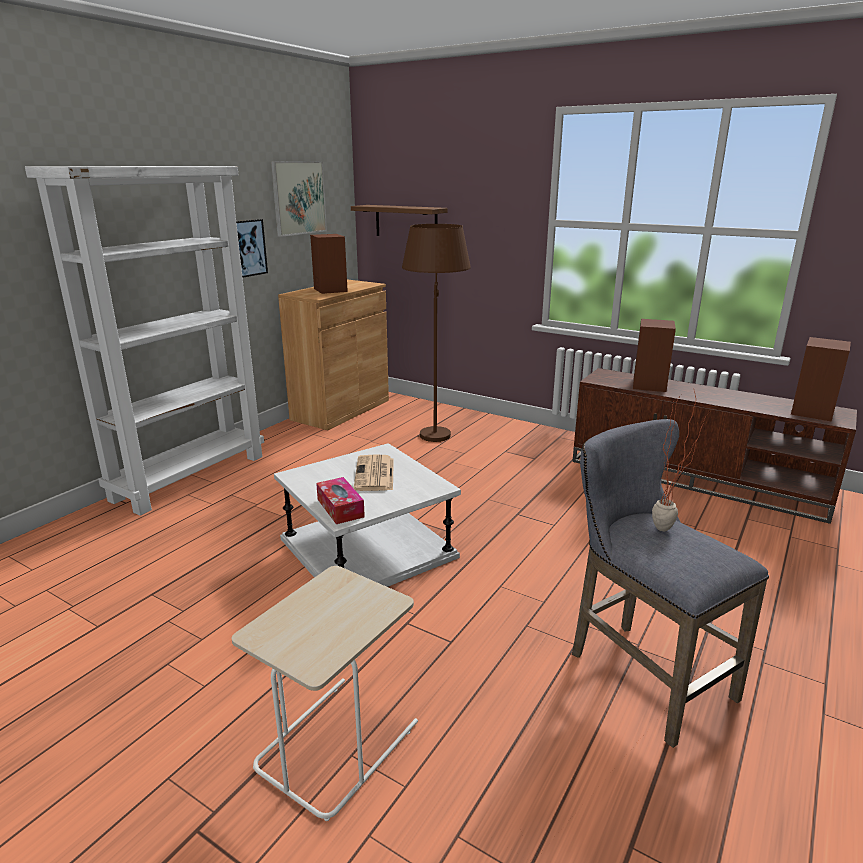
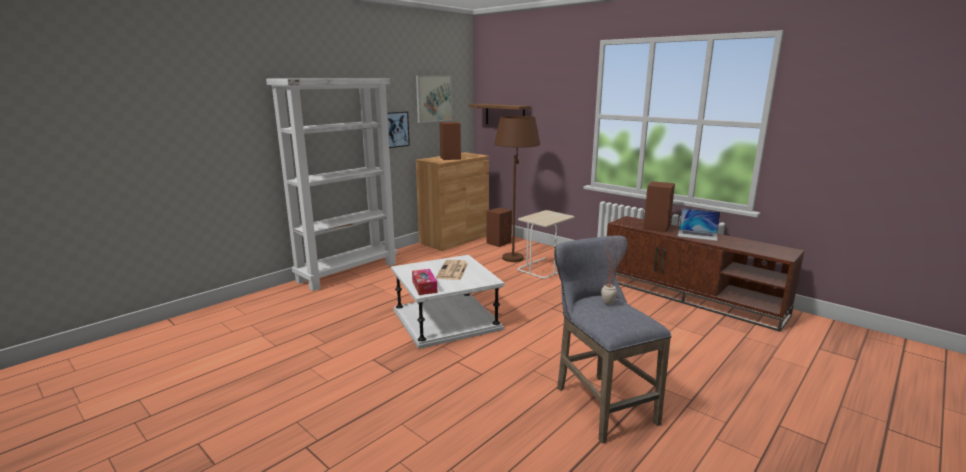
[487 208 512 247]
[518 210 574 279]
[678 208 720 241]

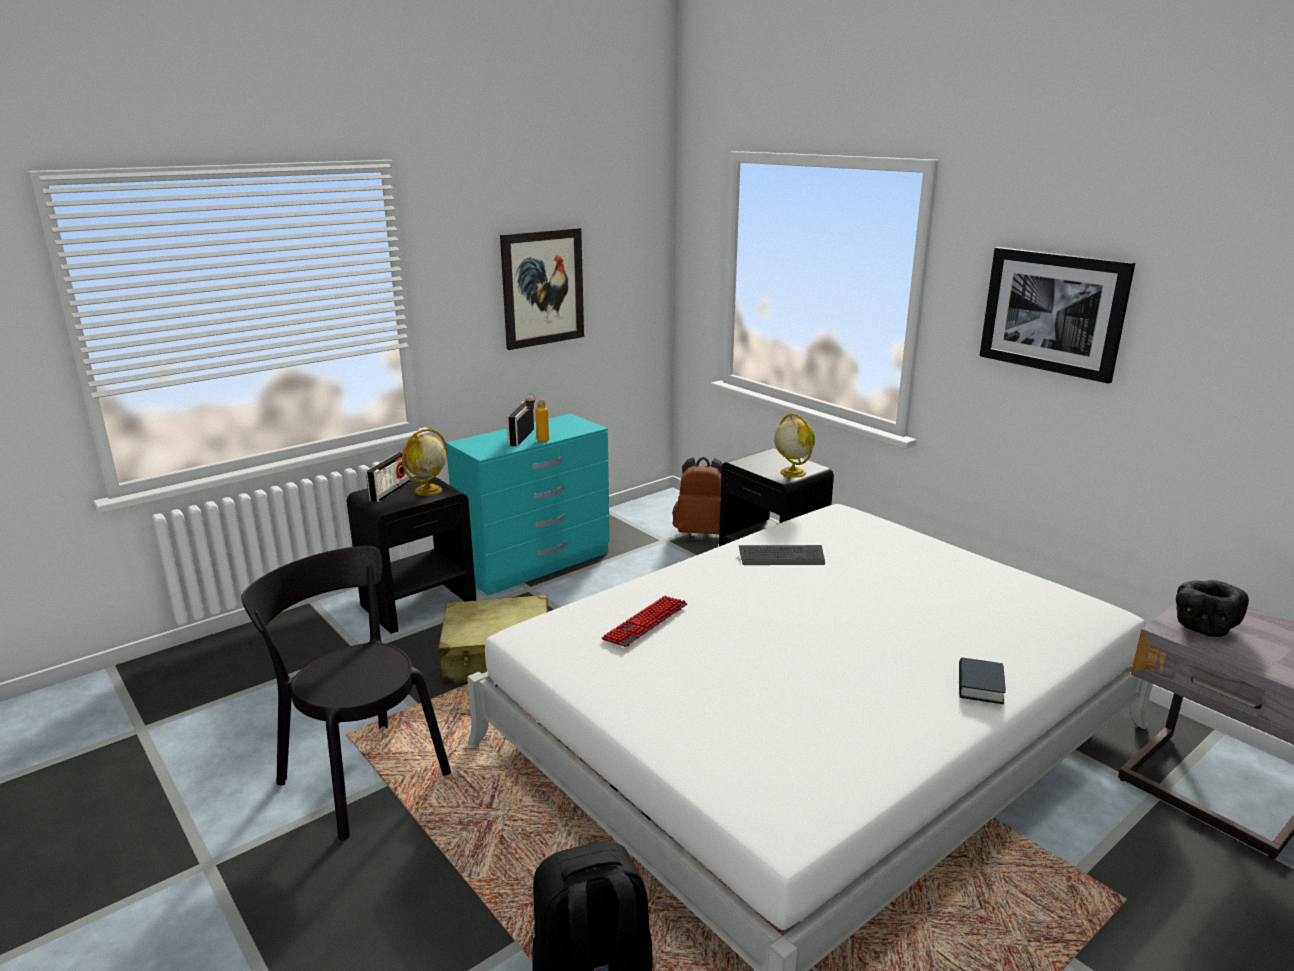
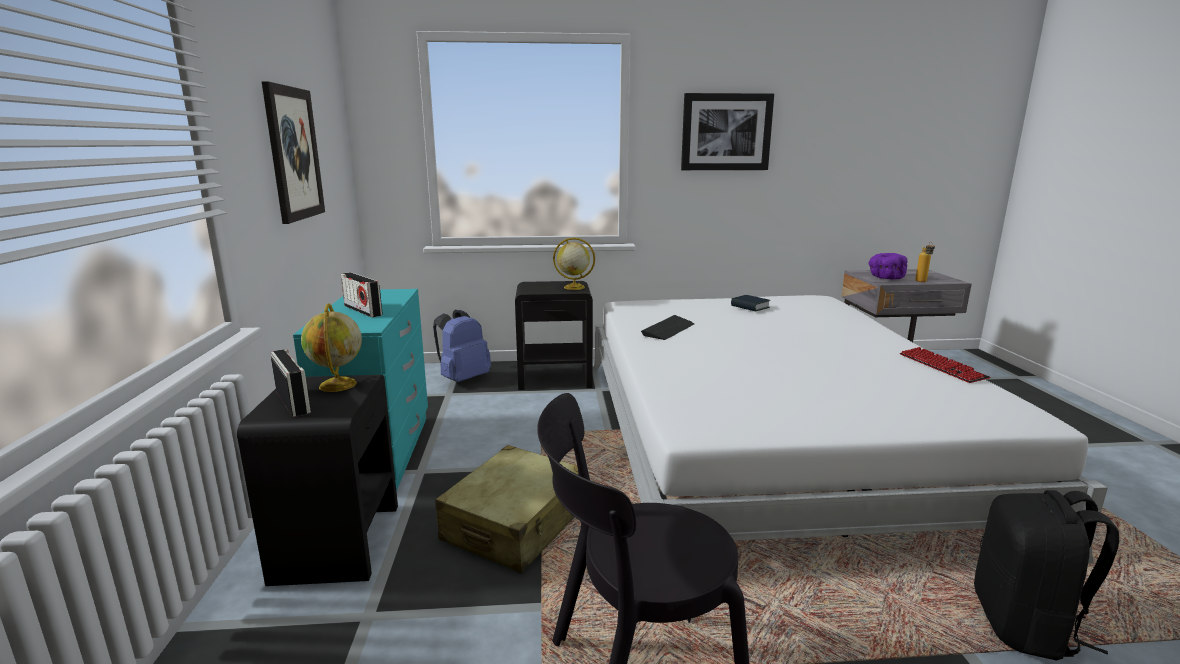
[433 310 491 382]
[731 295 770 312]
[869 253 908 279]
[900 347 990 383]
[915 241 935 282]

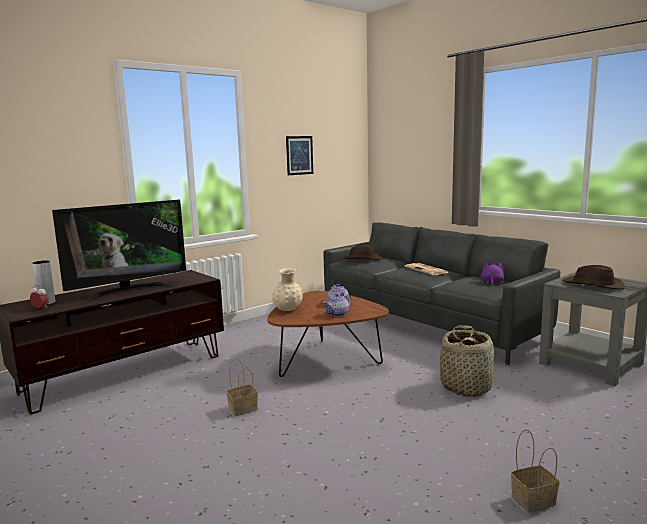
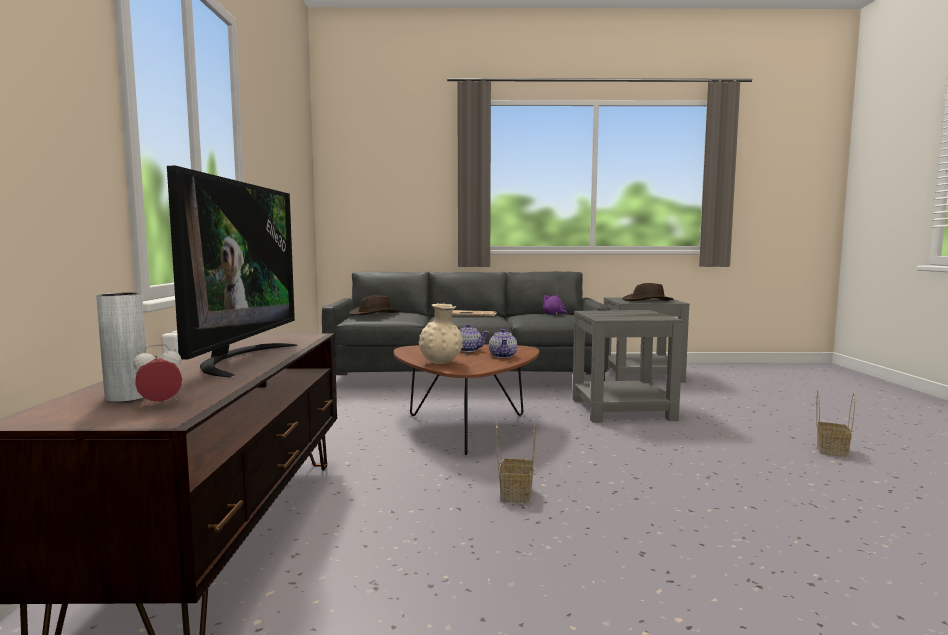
[572 310 684 423]
[286 136 313 175] (first image)

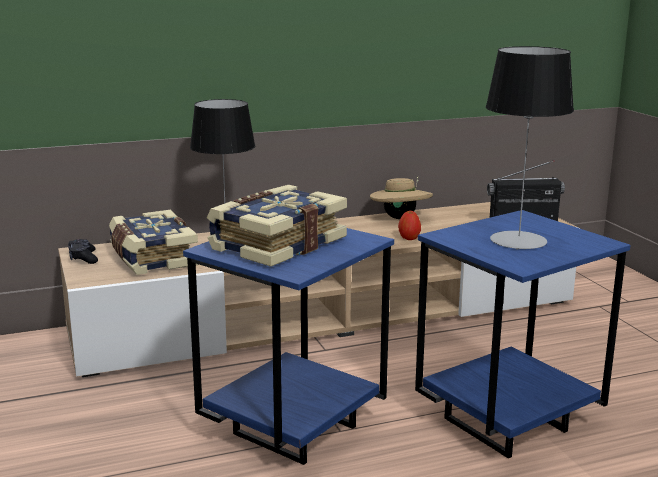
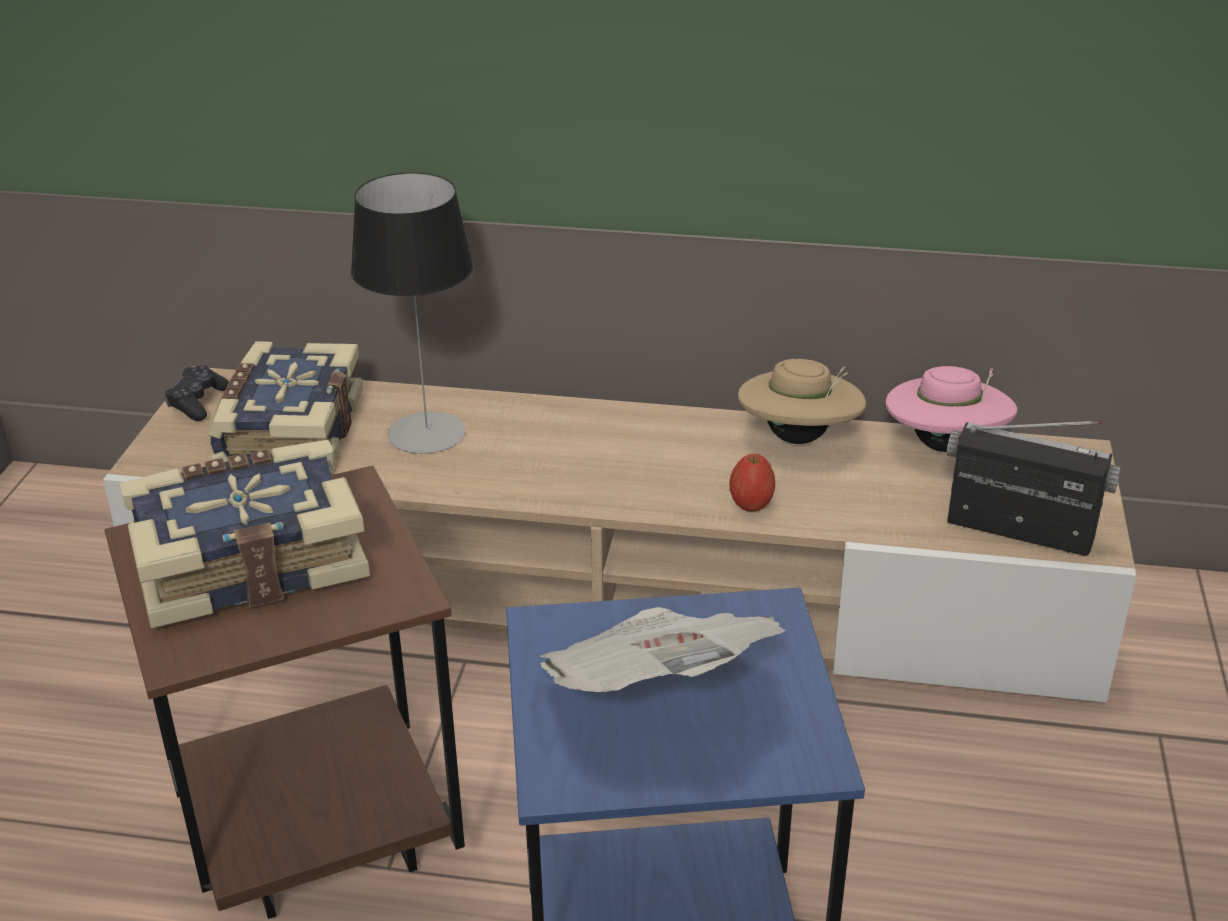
[104 466 465 919]
[540 607 785 692]
[886 366 1017 452]

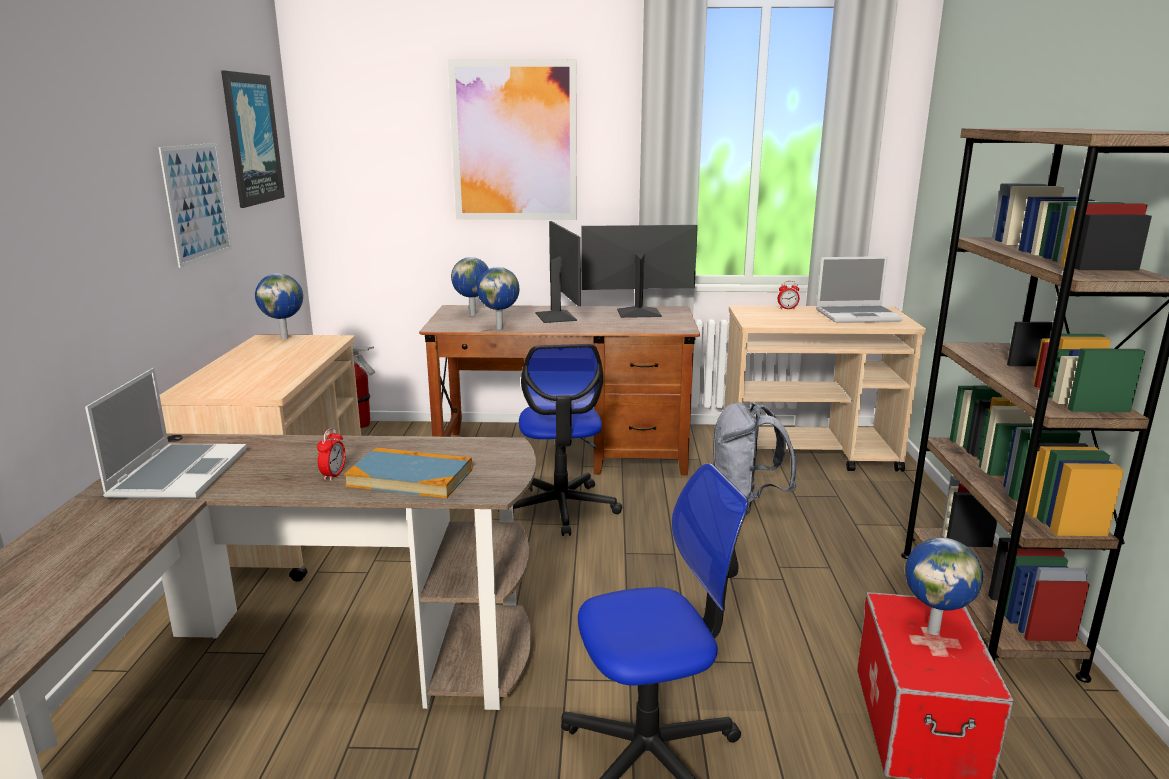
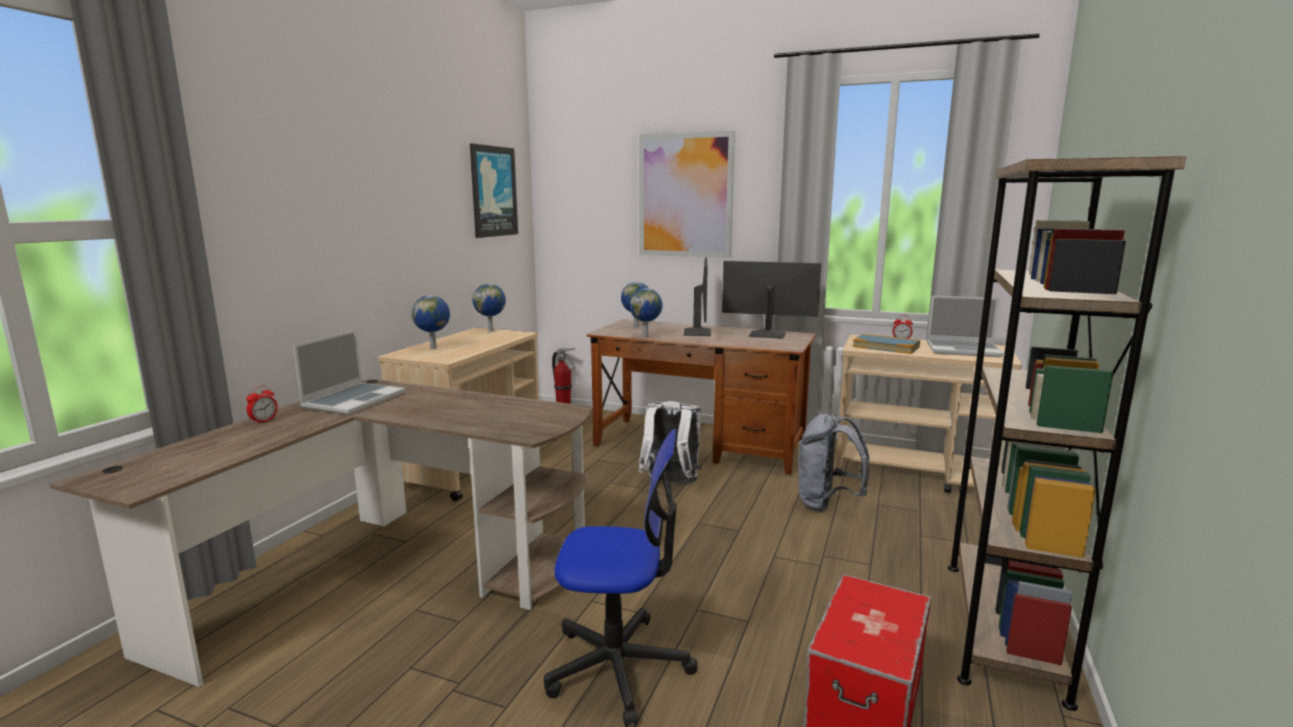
[246 385 278 425]
[412 295 450 349]
[638 401 701 484]
[853 334 920 354]
[158 143 232 268] (first image)

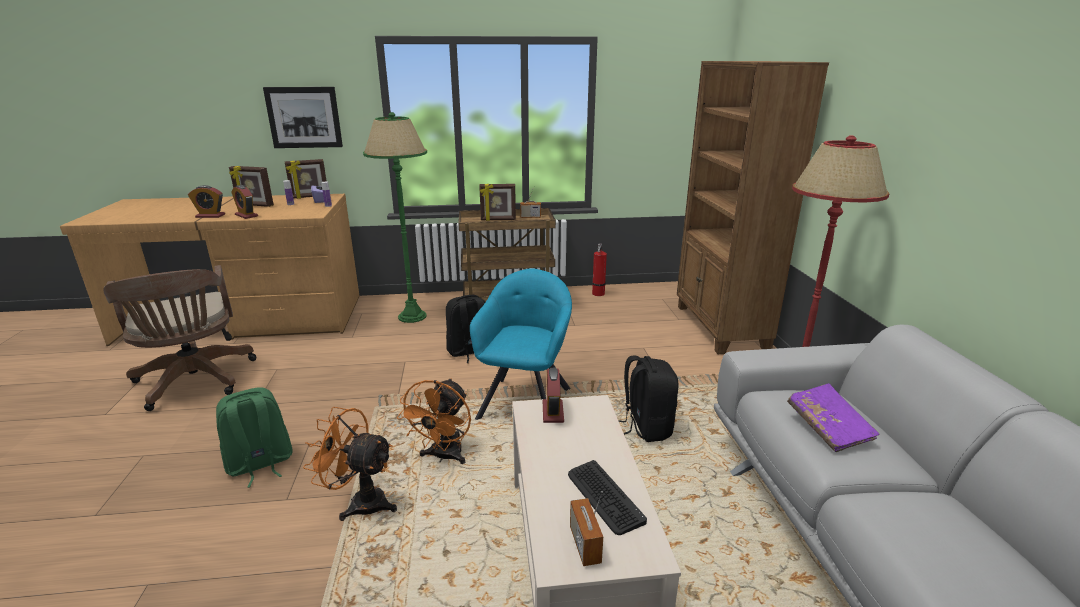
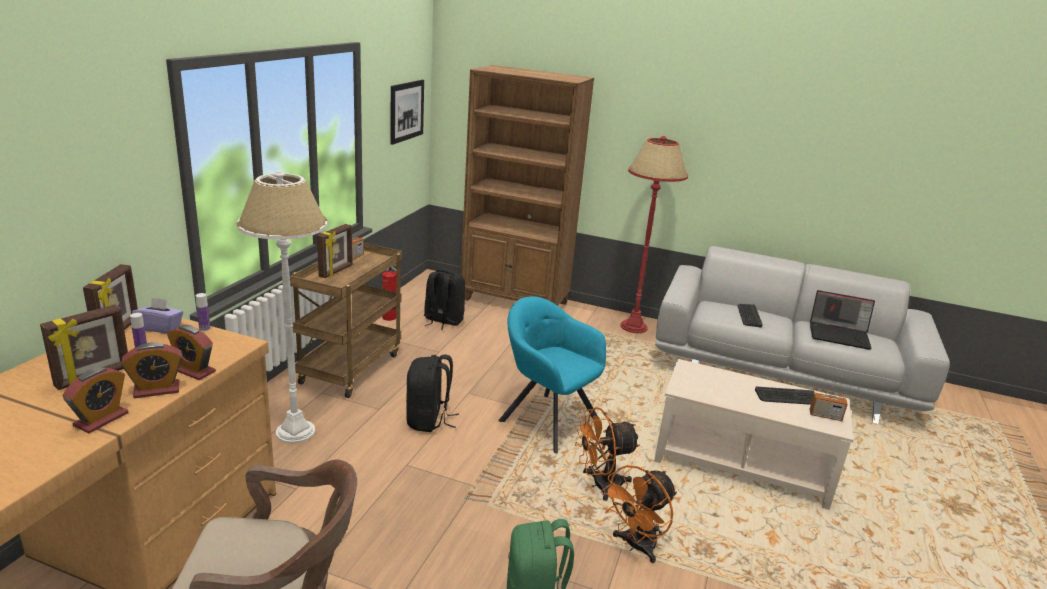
[167 325 216 380]
[237 171 328 444]
[391 80 424 145]
[424 270 465 330]
[574 407 640 501]
[738 304 763 328]
[810 290 875 350]

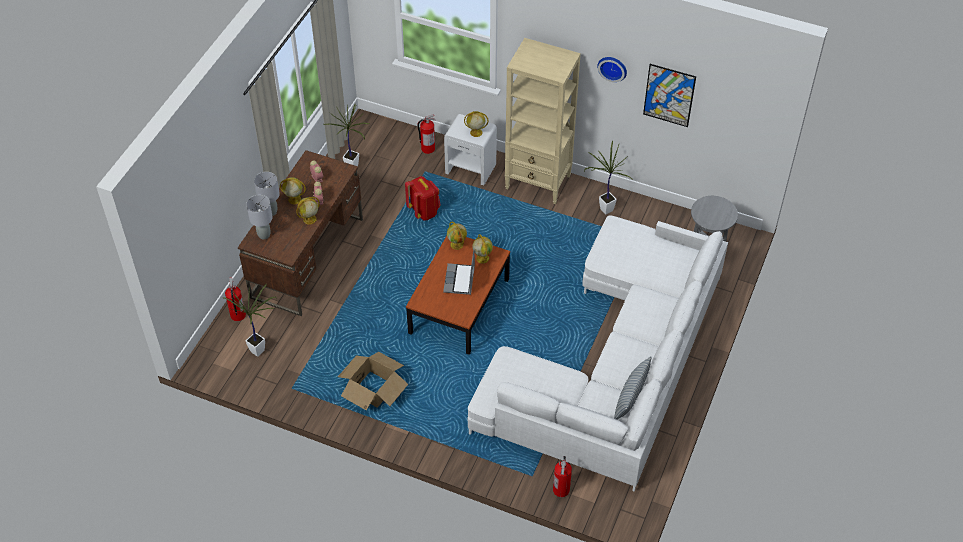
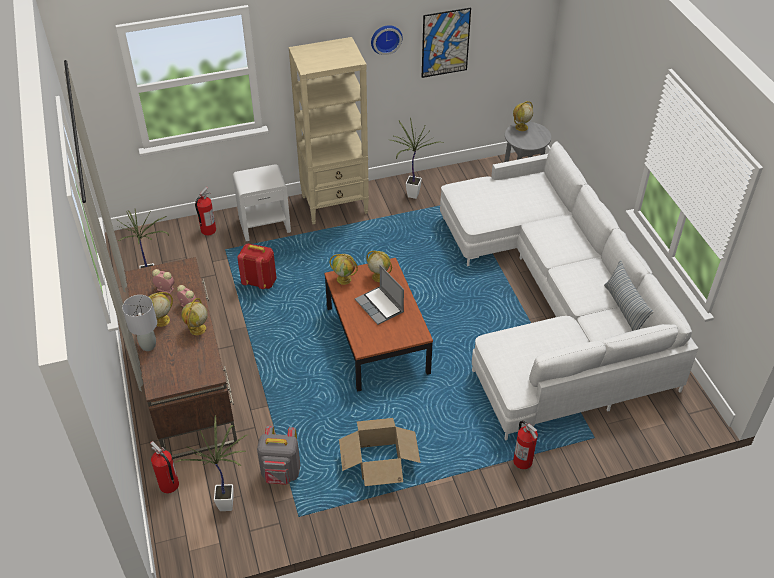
[257 426 300 485]
[513 101 533 131]
[513 420 538 469]
[246 195 273 239] (first image)

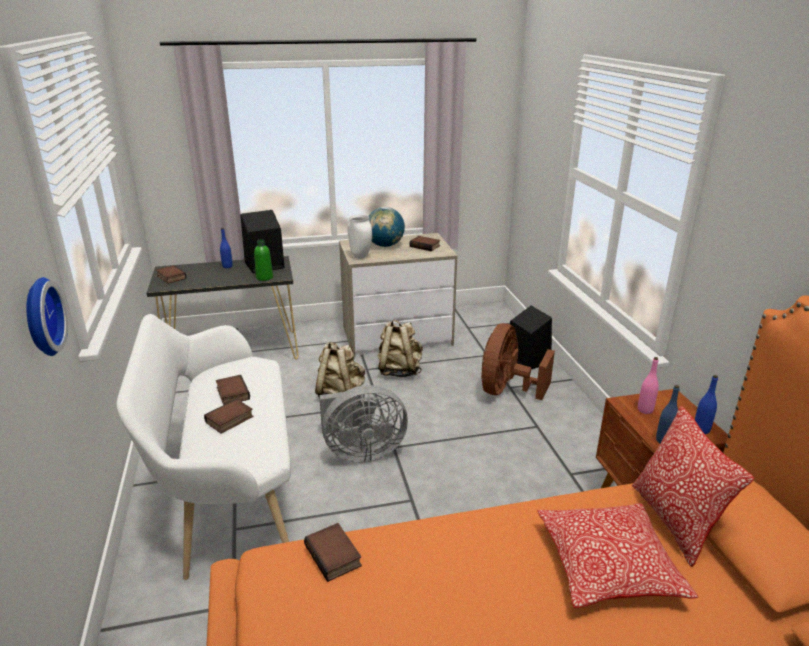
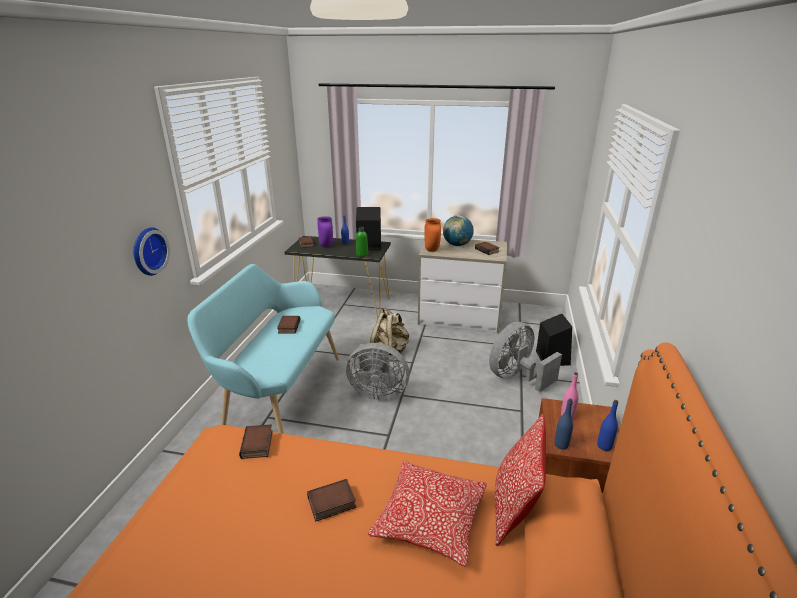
[187 264 339 434]
[307 479 356 522]
[317 216 333 247]
[424 218 441 252]
[489 322 562 392]
[378 319 423 377] (first image)

